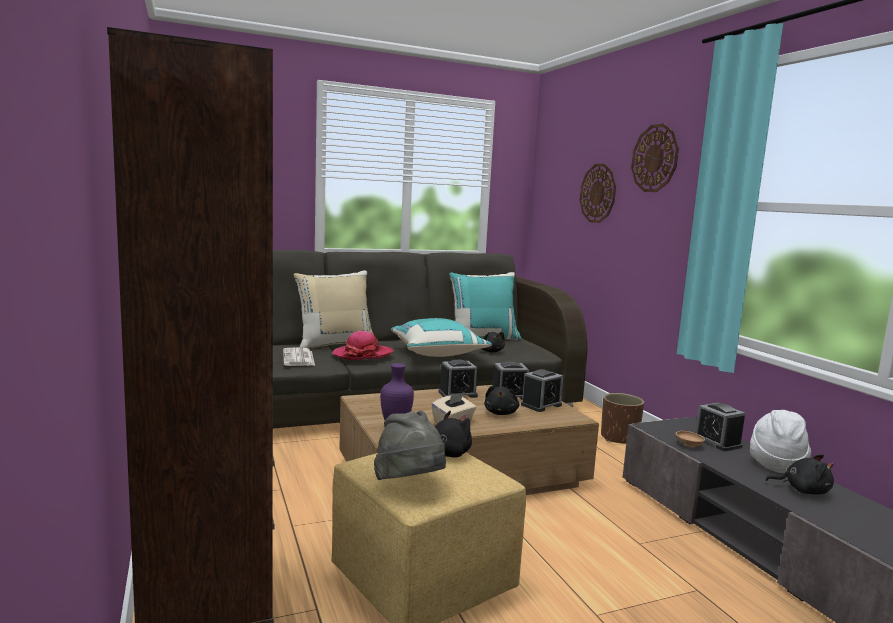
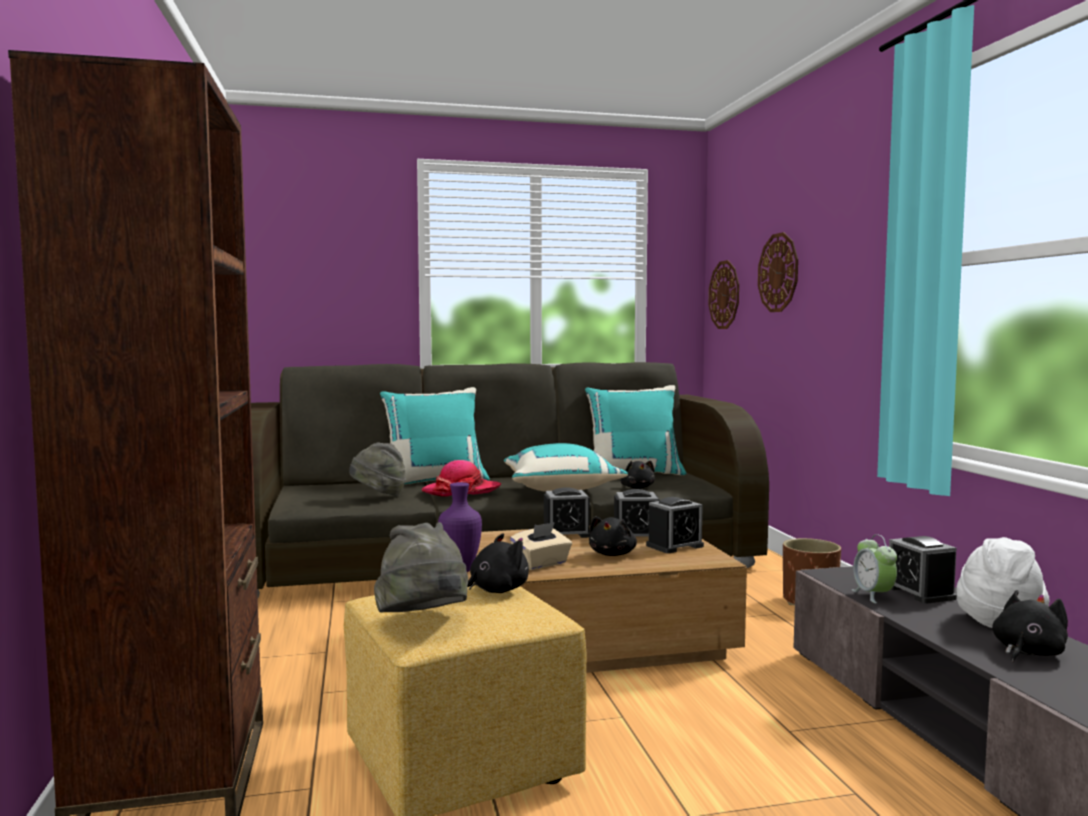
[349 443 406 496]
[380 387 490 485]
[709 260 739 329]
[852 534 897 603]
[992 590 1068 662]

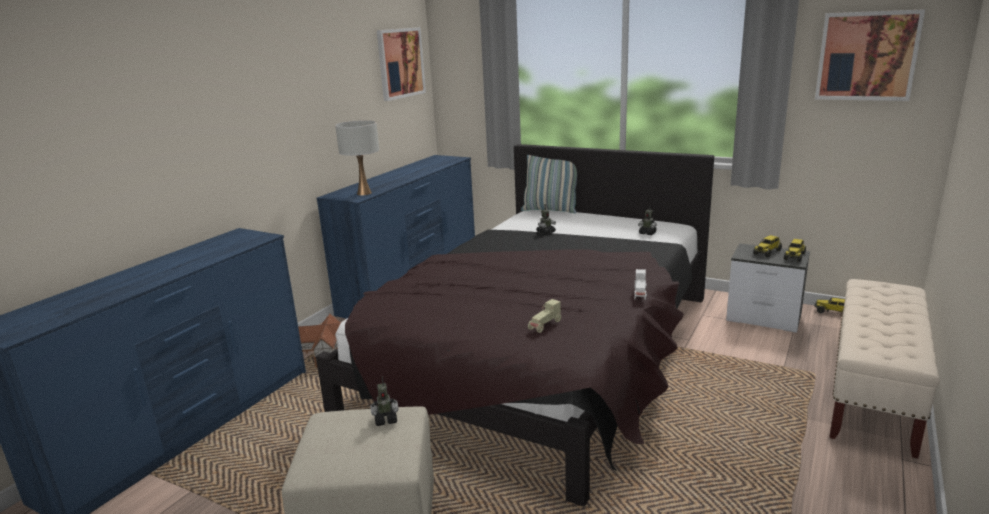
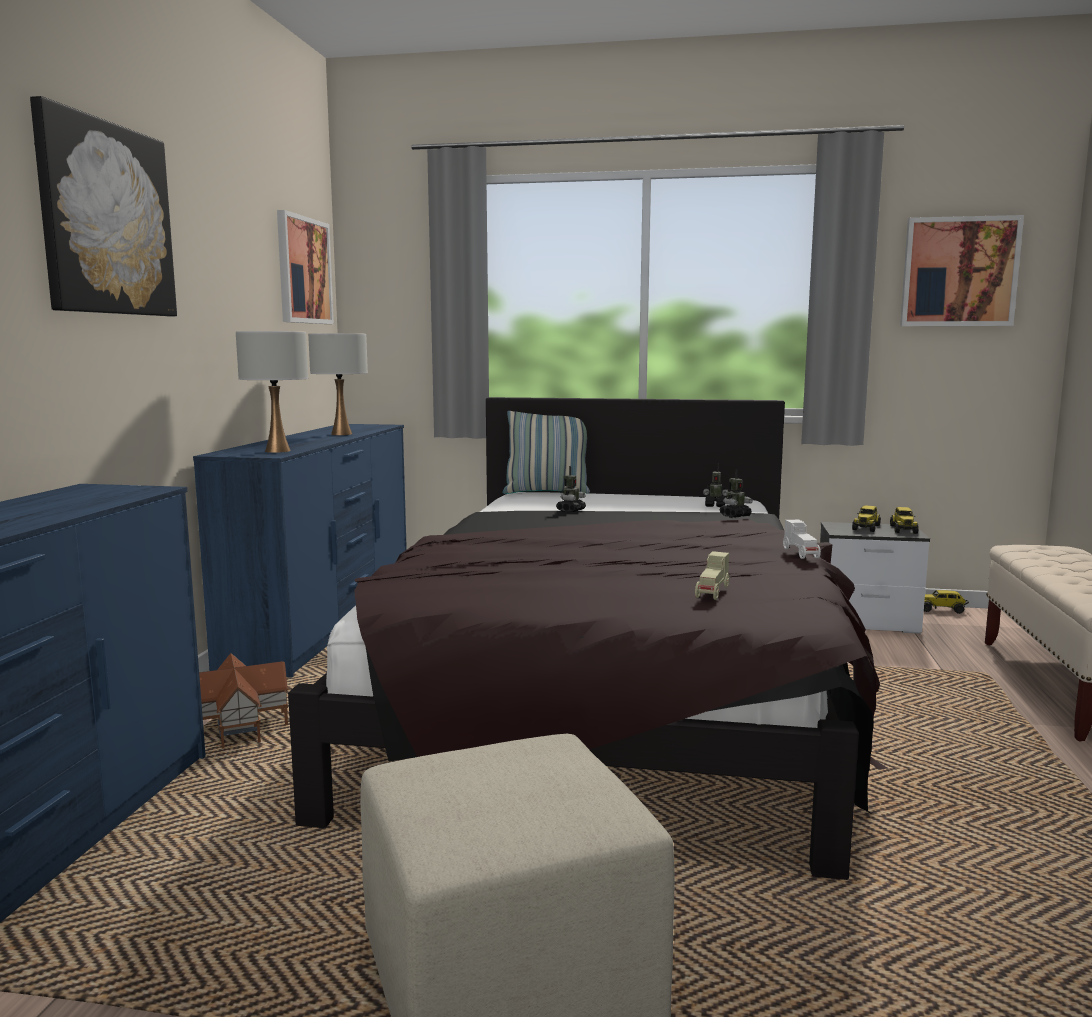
[30 96 177 316]
[308 333 368 435]
[720 469 753 518]

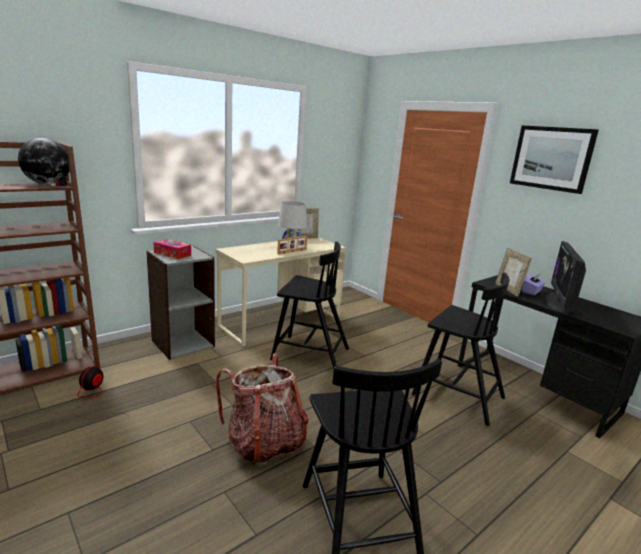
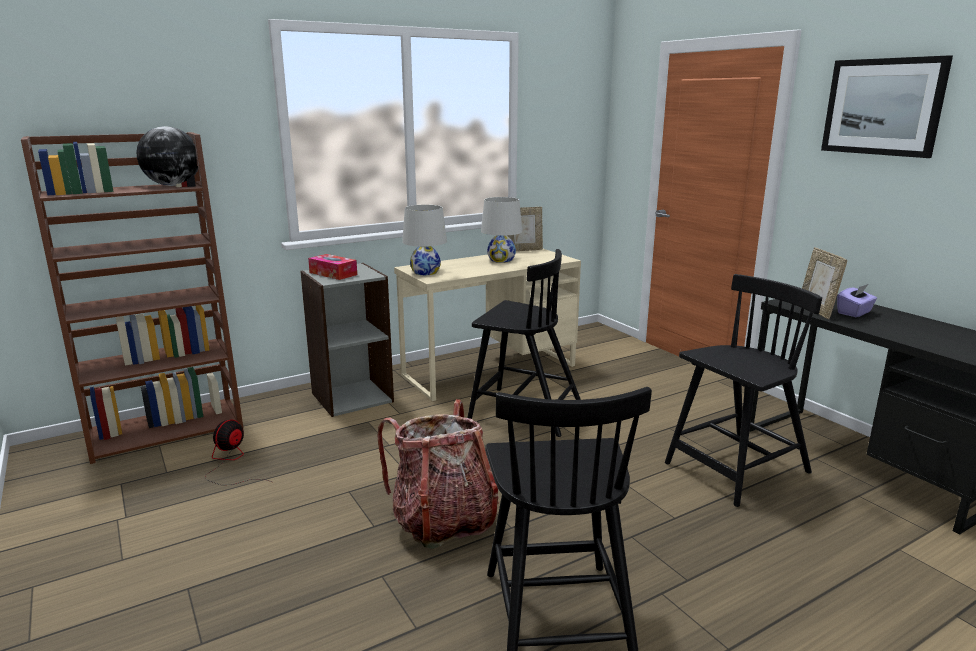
[402 205 447 275]
[665 274 822 507]
[277 236 307 254] (first image)
[545 241 586 312] (first image)

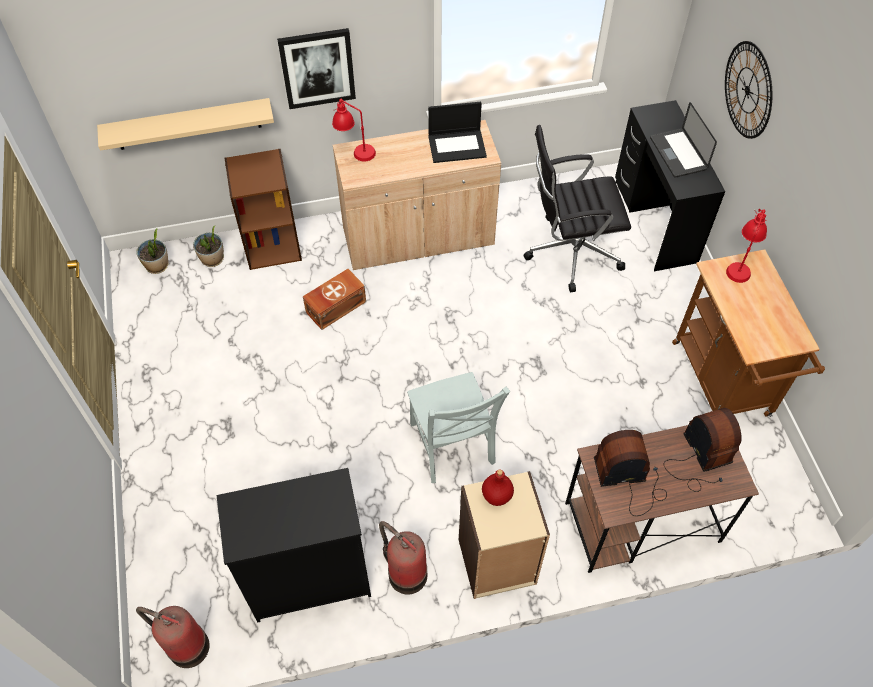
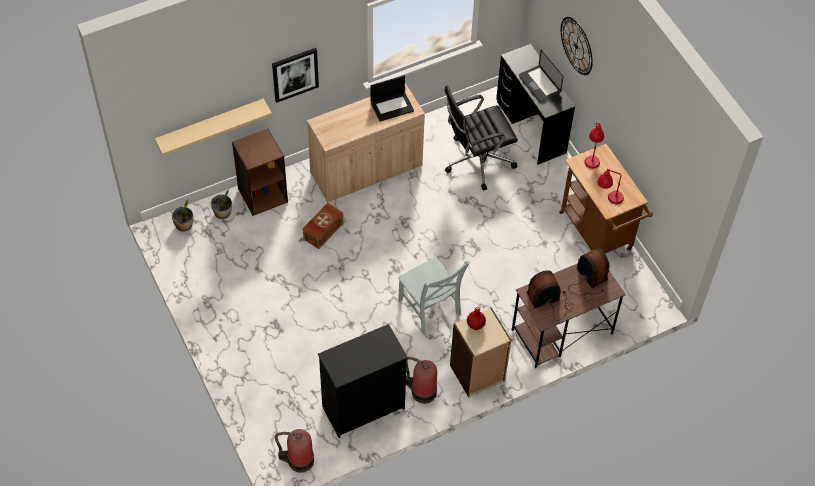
[597 169 624 204]

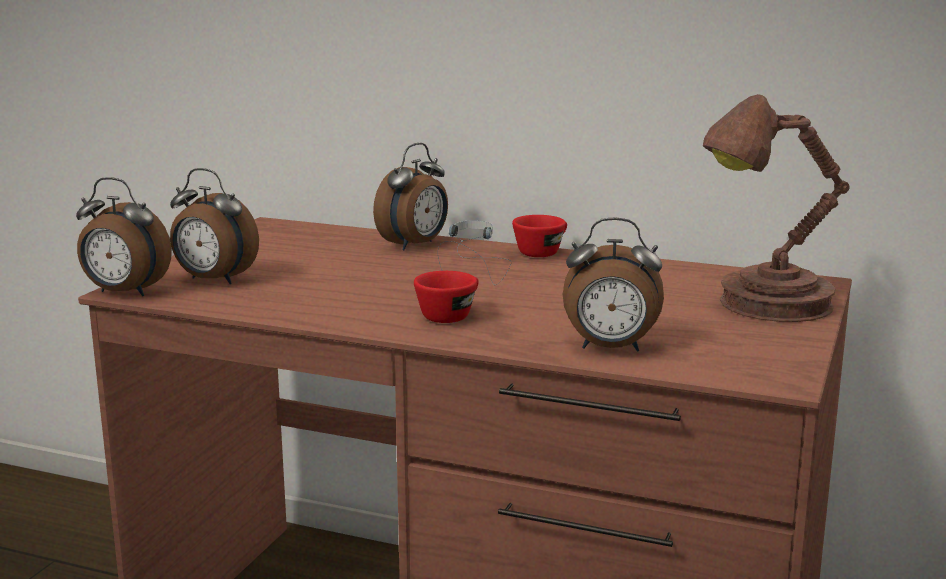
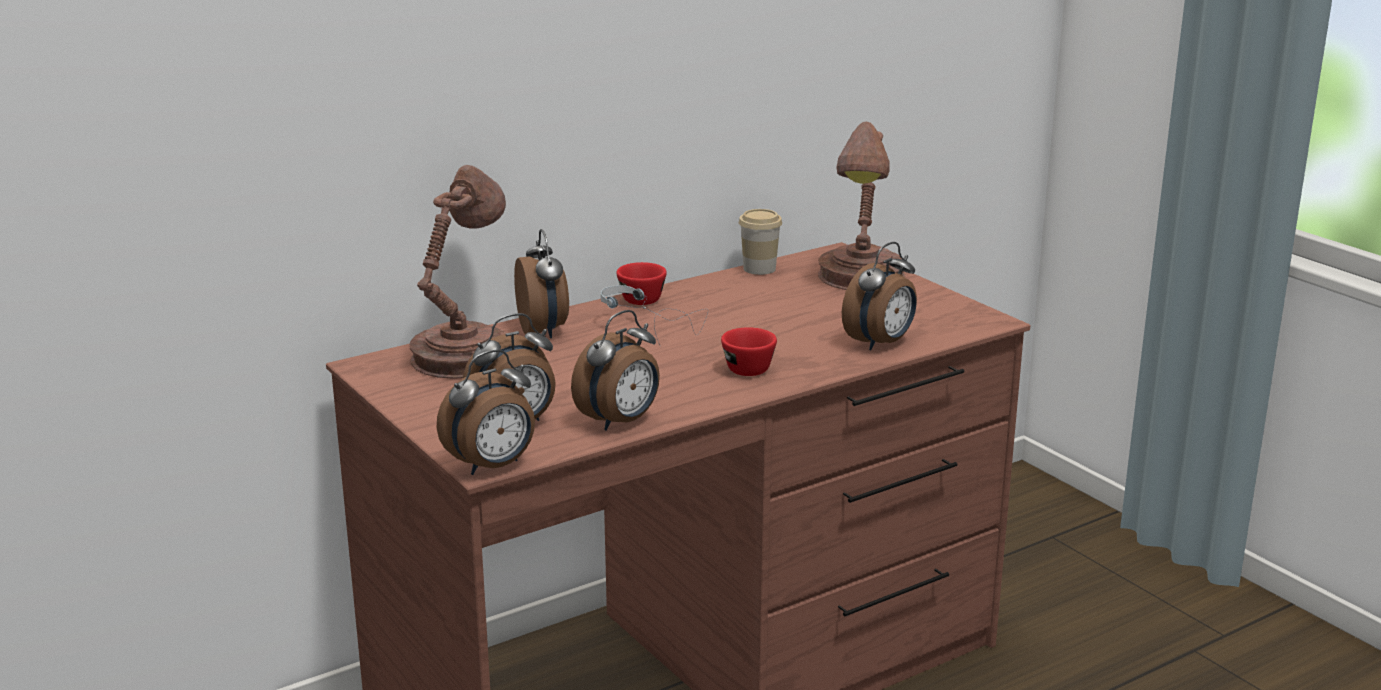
[410 165 506 379]
[571 310 660 430]
[739 209 782 275]

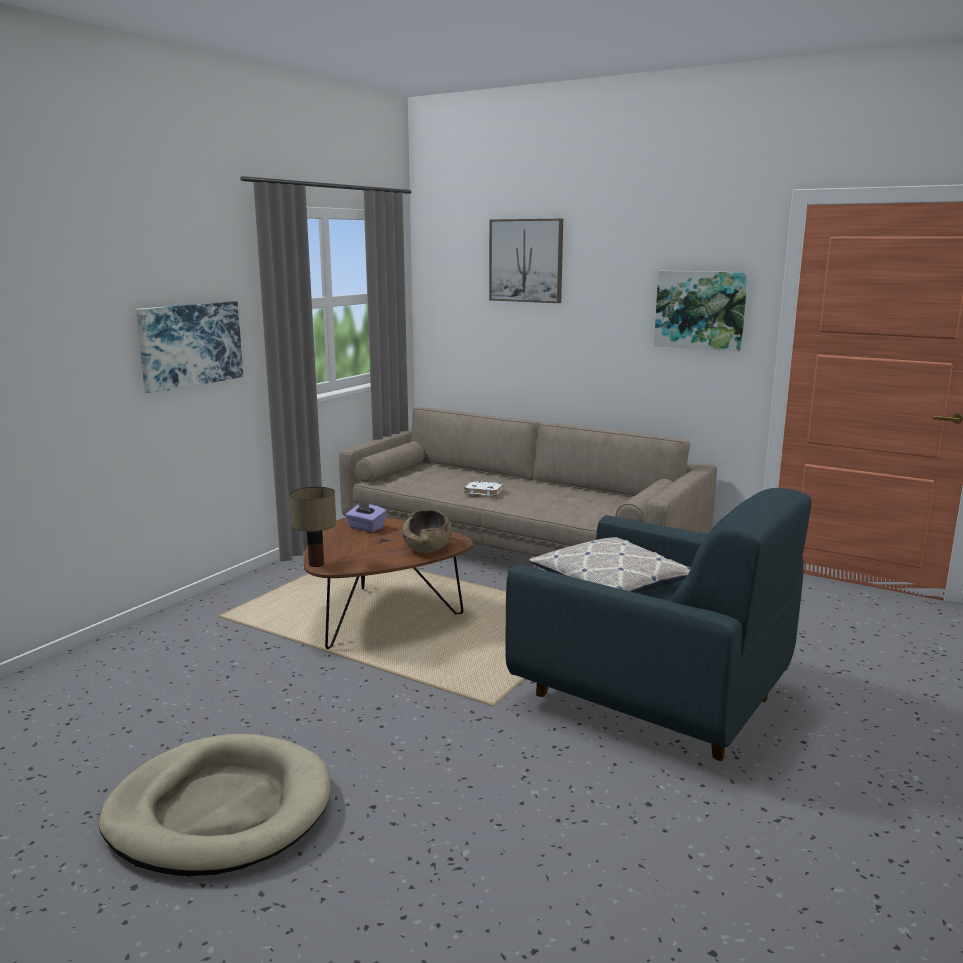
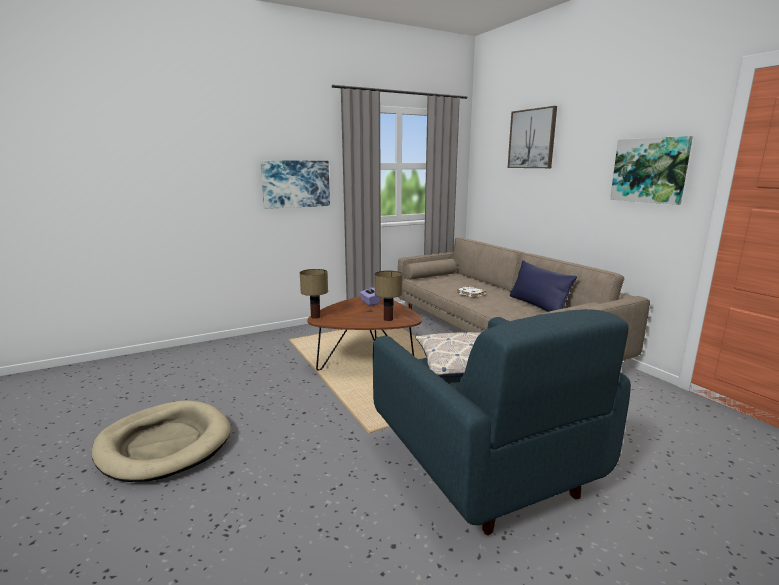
[375 271 402 321]
[510 260 577 312]

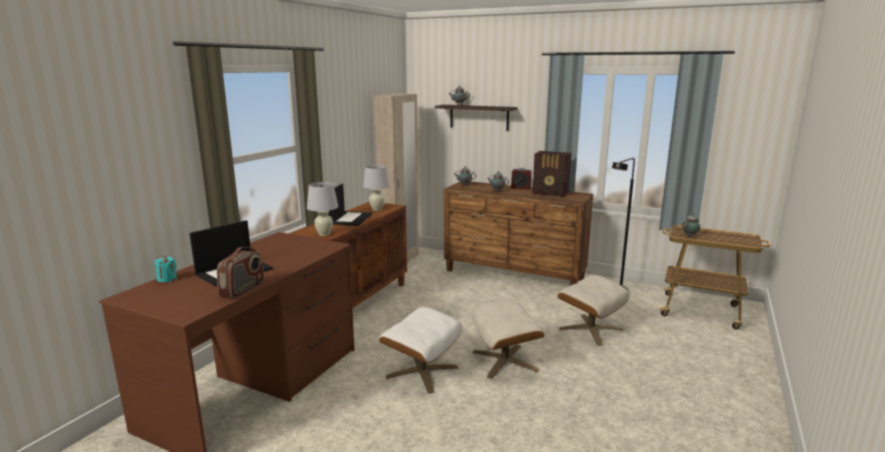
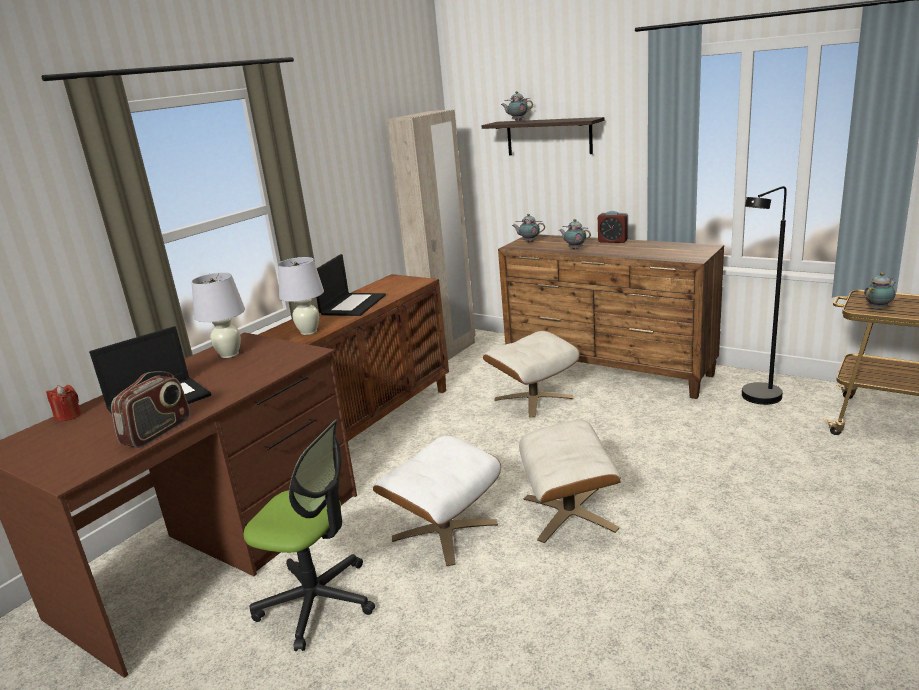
[46 385 81 422]
[191 272 245 358]
[244 419 375 651]
[483 331 580 418]
[533 151 571 197] (first image)

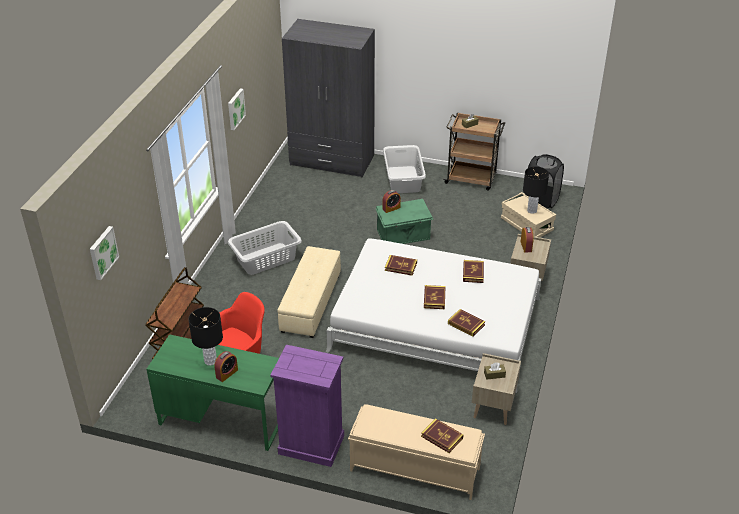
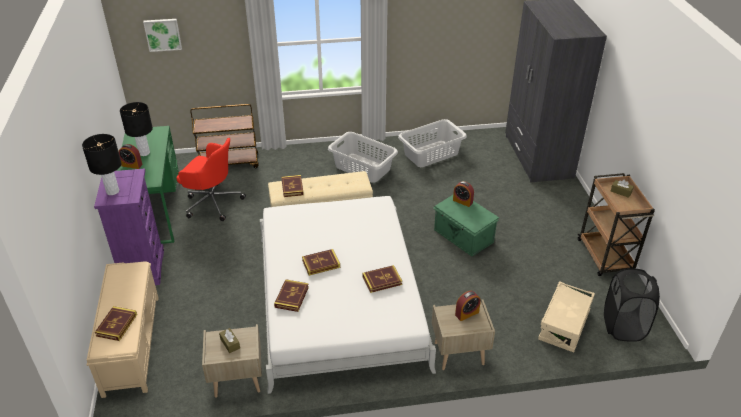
[82 134 121 195]
[281 175 304 197]
[398 119 467 167]
[228 88 246 130] (first image)

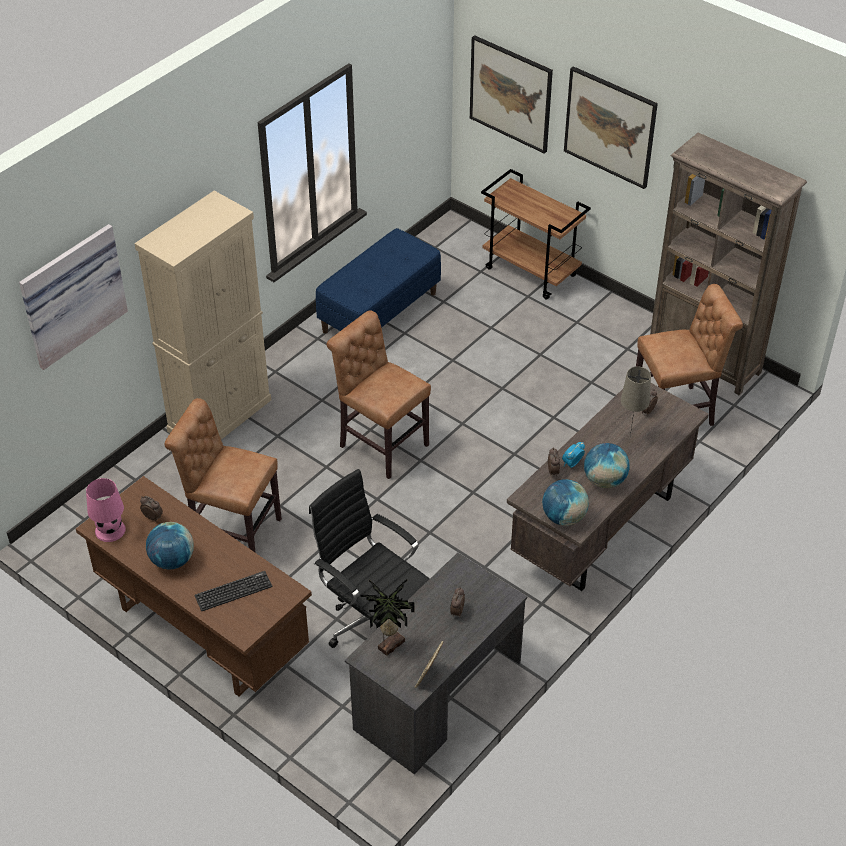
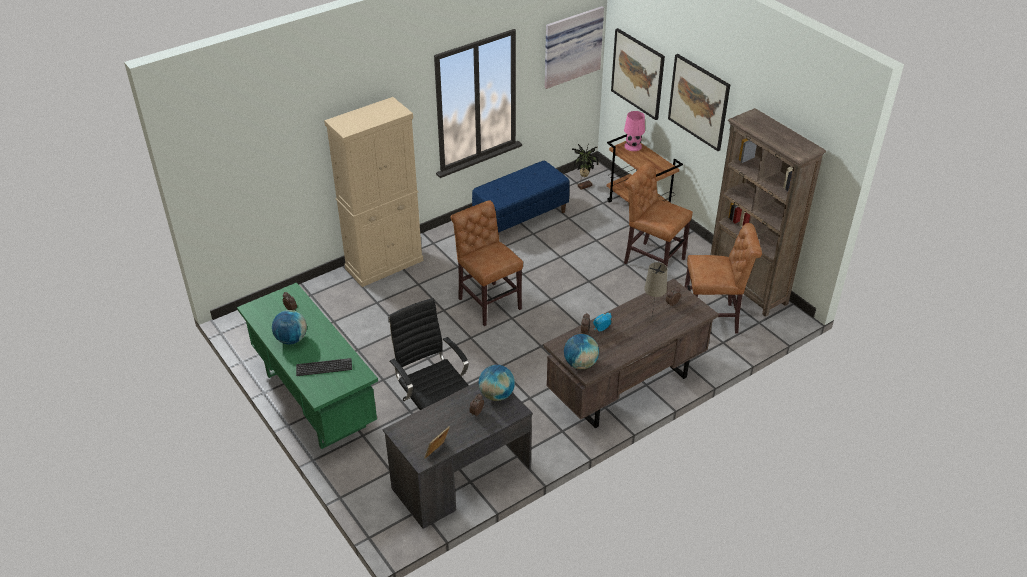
[237 282 378 449]
[479 365 515 401]
[545 6 604 89]
[572 144 599 190]
[624 111 645 151]
[624 162 693 267]

